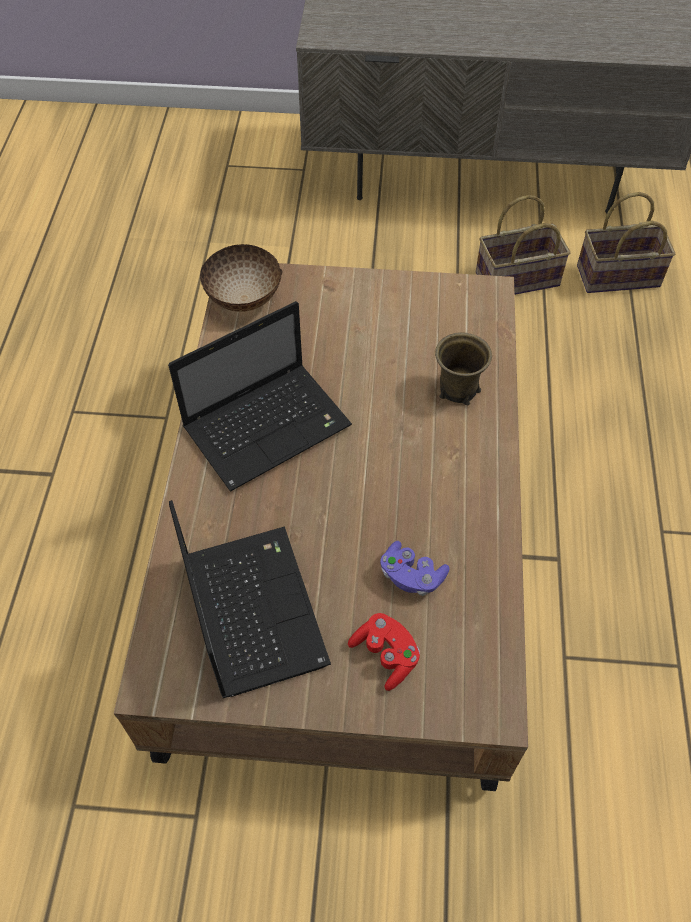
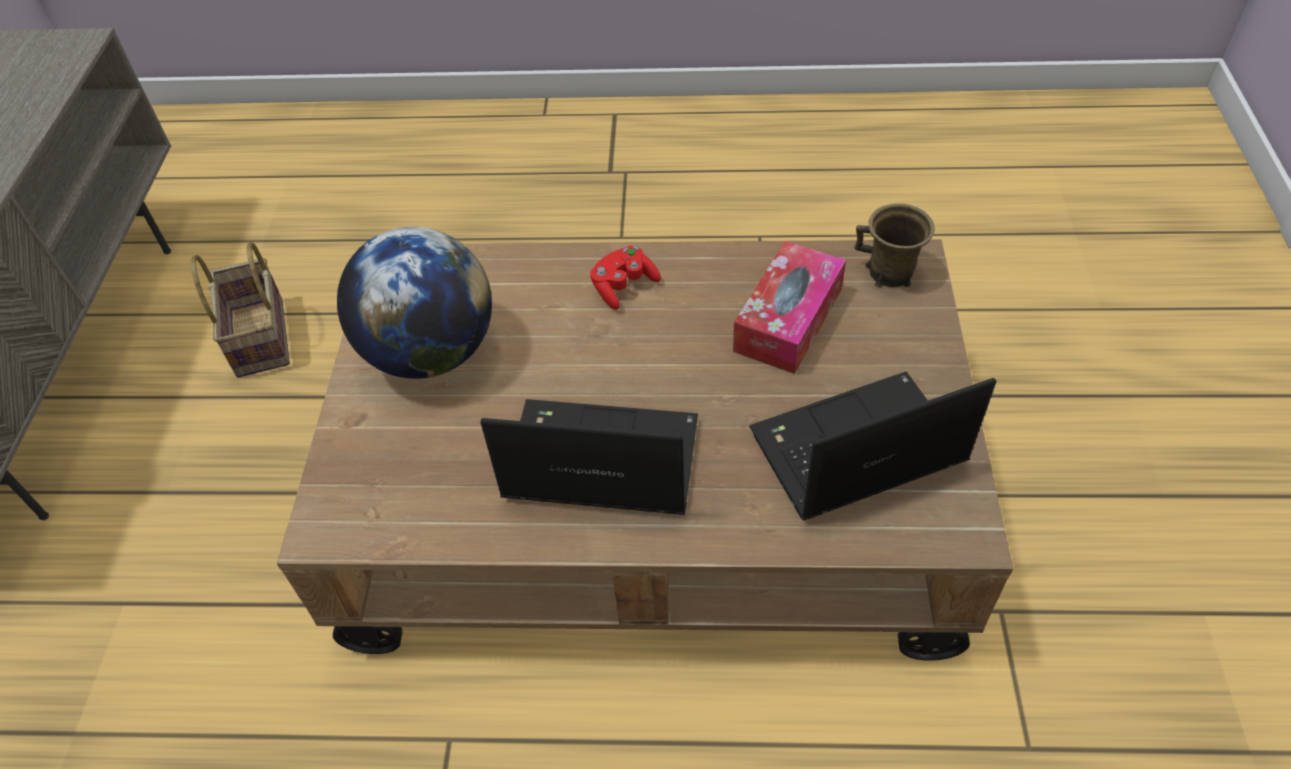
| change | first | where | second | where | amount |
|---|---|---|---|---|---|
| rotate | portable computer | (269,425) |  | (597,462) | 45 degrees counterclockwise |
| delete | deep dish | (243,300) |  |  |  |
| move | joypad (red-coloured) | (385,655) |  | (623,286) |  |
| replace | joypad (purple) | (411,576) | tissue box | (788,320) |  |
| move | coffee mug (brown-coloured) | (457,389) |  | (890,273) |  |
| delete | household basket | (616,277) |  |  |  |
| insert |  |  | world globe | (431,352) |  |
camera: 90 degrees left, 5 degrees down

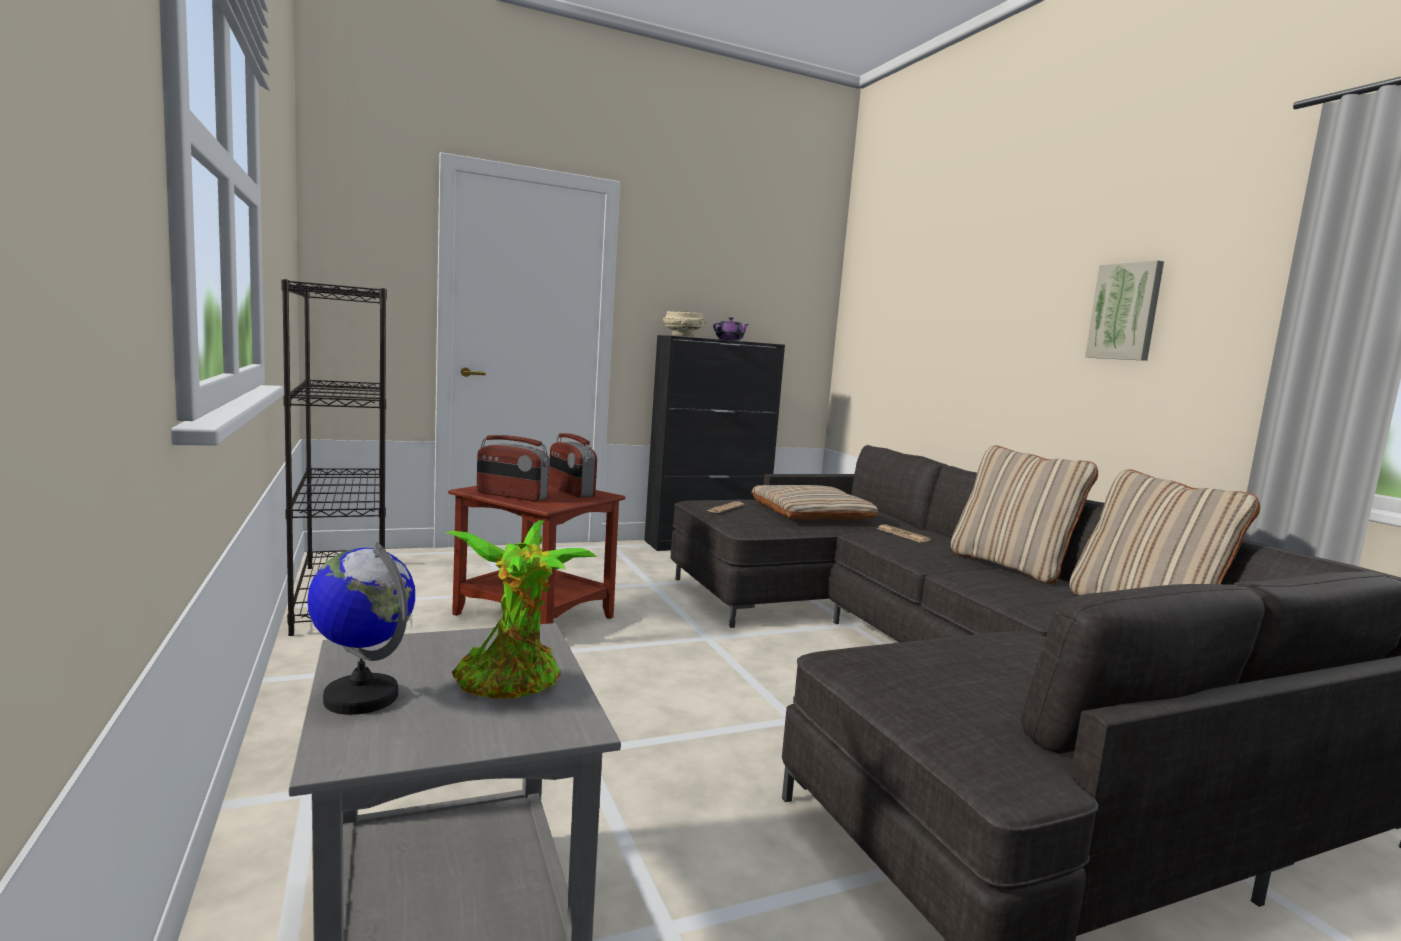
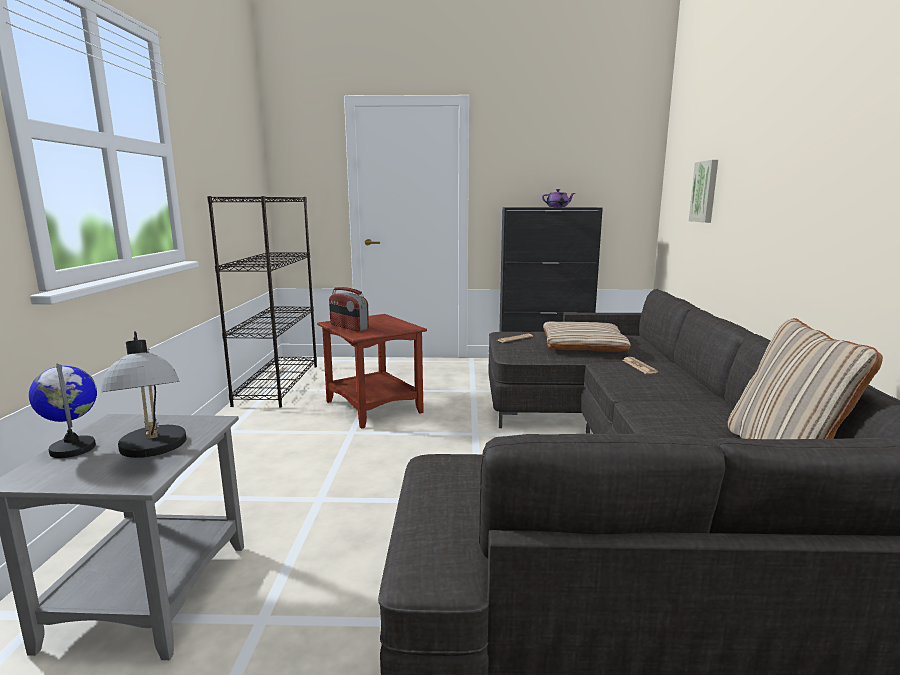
| change | first | where | second | where | amount |
|---|---|---|---|---|---|
| replace | plant in a pot | (512,683) | table lamp | (153,451) |  |
| delete | radio | (570,491) |  |  |  |
| delete | deep dish (beige) | (683,336) |  |  |  |
| delete | throw pillow (beige) | (1011,566) |  |  |  |
| move | wall picture | (1126,312) |  | (705,191) |  |
camera: 25 degrees right, 5 degrees up

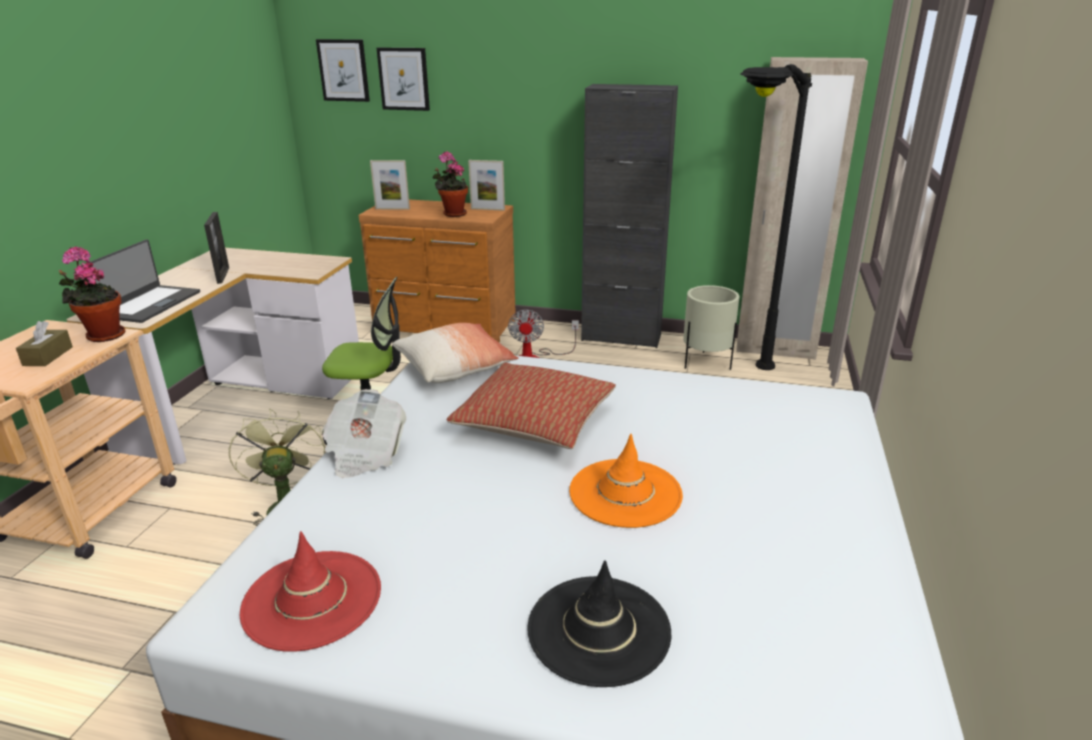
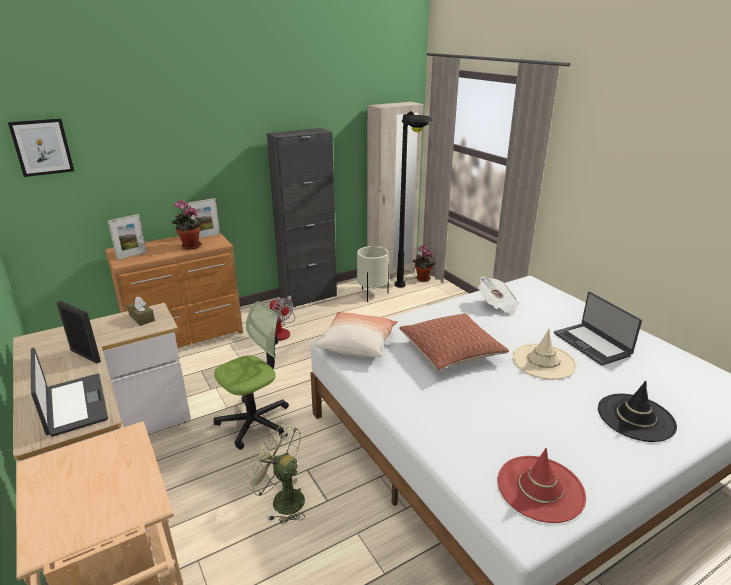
| change | first | where | second | where | amount |
|---|---|---|---|---|---|
| move | tissue box (brown-coloured) | (48,356) |  | (142,318) |  |
| move | plant in a pot | (103,335) |  | (422,279) |  |
| move | printed paper | (365,453) |  | (497,306) |  |
| delete | wall picture | (404,79) |  |  |  |
| recolor | hat (orangey) | (625,493) | hat (beige) | (543,361) |  |
| insert |  |  | portable computer | (592,344) |  |
camera: 45 degrees left, 0 degrees up

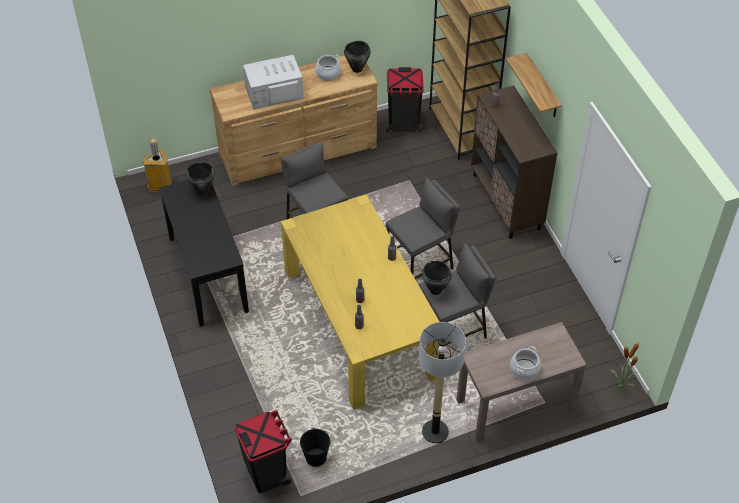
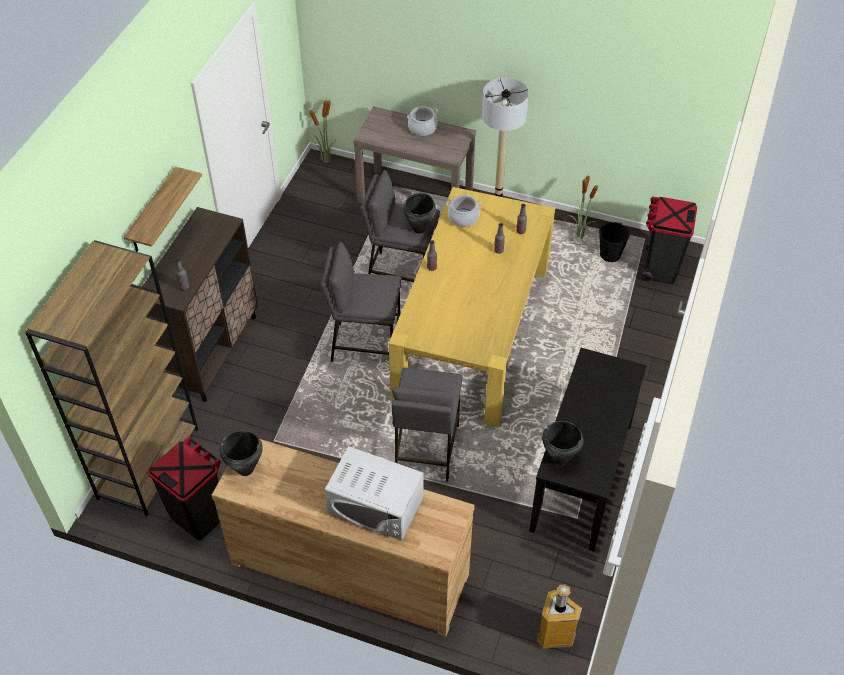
| change | first | where | second | where | amount |
|---|---|---|---|---|---|
| move | saucepot | (328,73) |  | (463,218) |  |
| insert |  |  | plant in a pot | (579,235) |  |
camera: 140 degrees left, 0 degrees up

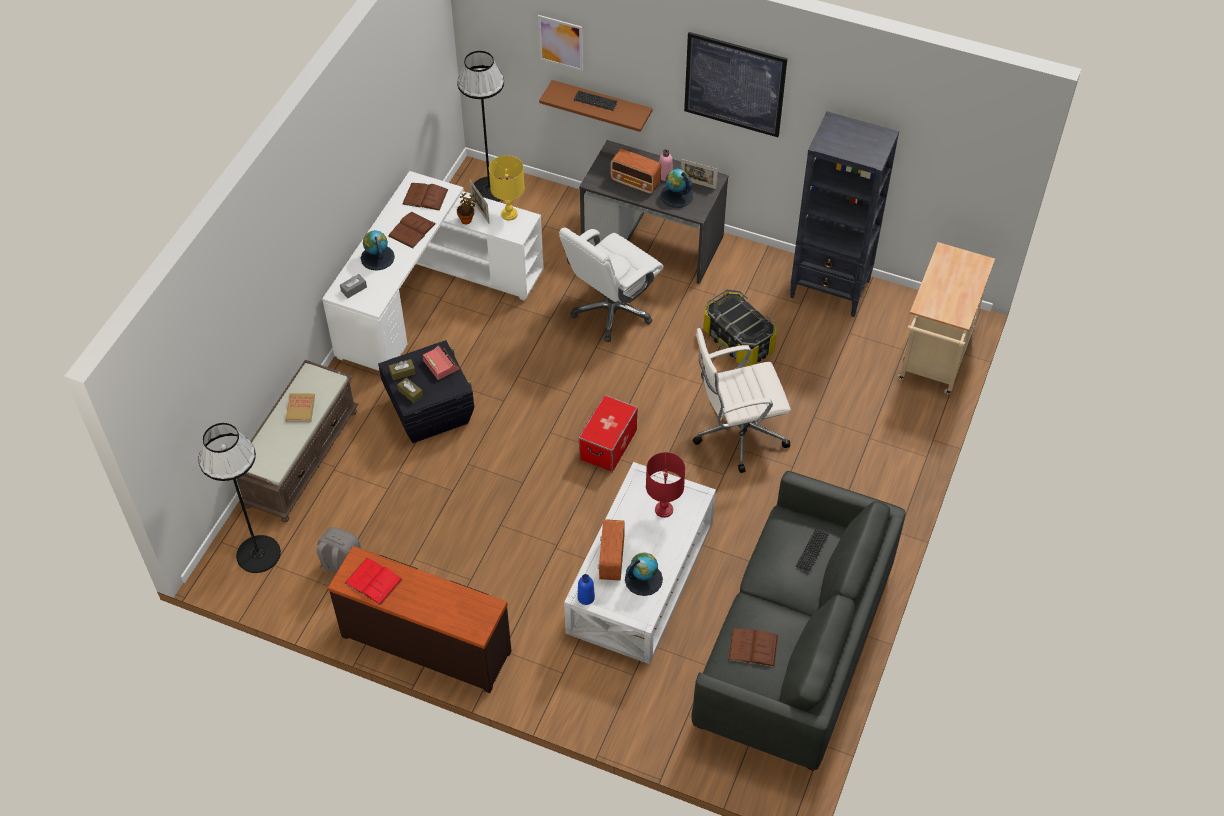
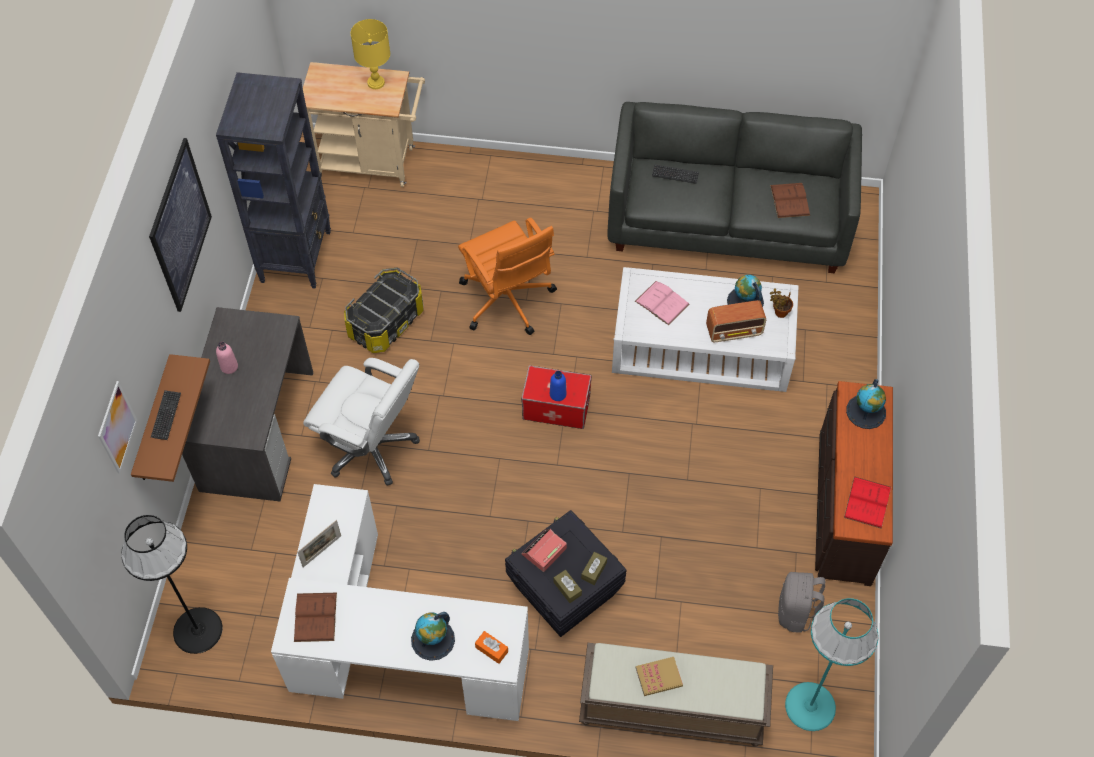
| change | first | where | second | where | amount |
|---|---|---|---|---|---|
| recolor | floor lamp (black) | (258,553) | floor lamp (turquoise-coloured) | (810,706) |  |
| recolor | tissue box (gray) | (354,289) | tissue box (orangey) | (491,649) |  |
| delete | volume (brown-coloured) | (412,230) |  |  |  |
| move | plant in a pot | (467,219) |  | (779,312) |  |
| move | table lamp (yellow) | (509,214) |  | (376,82) |  |
| move | beverage bottle (blue) | (586,597) |  | (558,394) |  |
| delete | radio | (636,182) |  |  |  |
| replace | table lamp (red-coloured) | (663,510) | volume (pink-coloured) | (662,303) |  |
| move | world globe | (676,195) |  | (866,412) |  |
| delete | photo frame | (698,184) |  |  |  |
| recolor | desk chair (white) | (737,433) | desk chair (orangey) | (507,302) |  |
camera: 105 degrees left, 5 degrees up

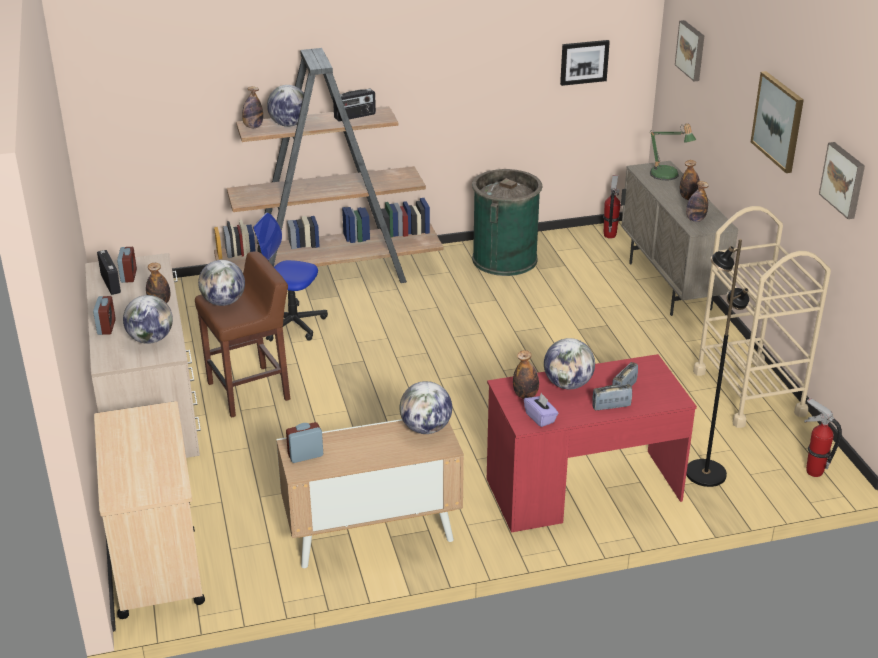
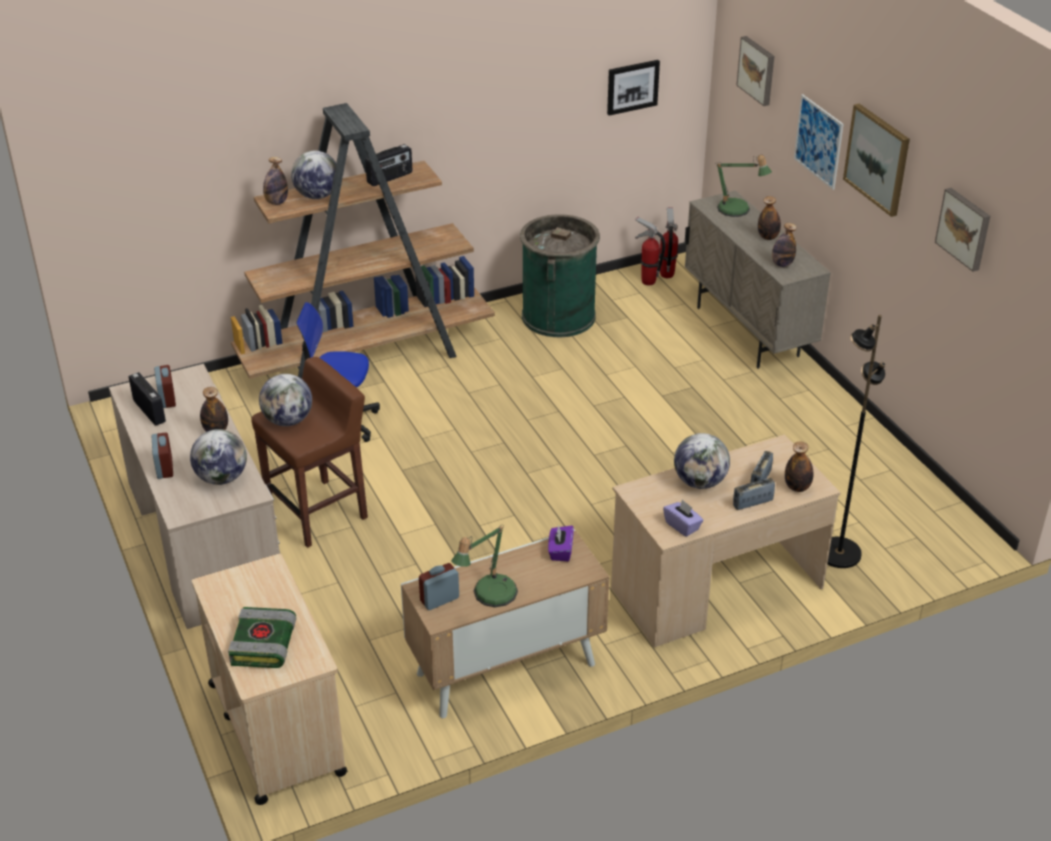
| change | first | where | second | where | amount |
|---|---|---|---|---|---|
| replace | world globe | (426,428) | tissue box (purple) | (560,551) |  |
| recolor | desk unit (red-coloured) | (582,490) | desk unit (beige) | (716,589) |  |
| move | beverage bottle | (525,395) |  | (797,487) |  |
| delete | trolley (beige) | (748,392) |  |  |  |
| move | extinguisher | (813,471) |  | (648,281) |  |
| insert |  |  | volume | (264,645) |  |
| insert |  |  | table lamp | (489,596) |  |
| insert |  |  | wall picture | (818,141) |  |
camera: 10 degrees left, 5 degrees up

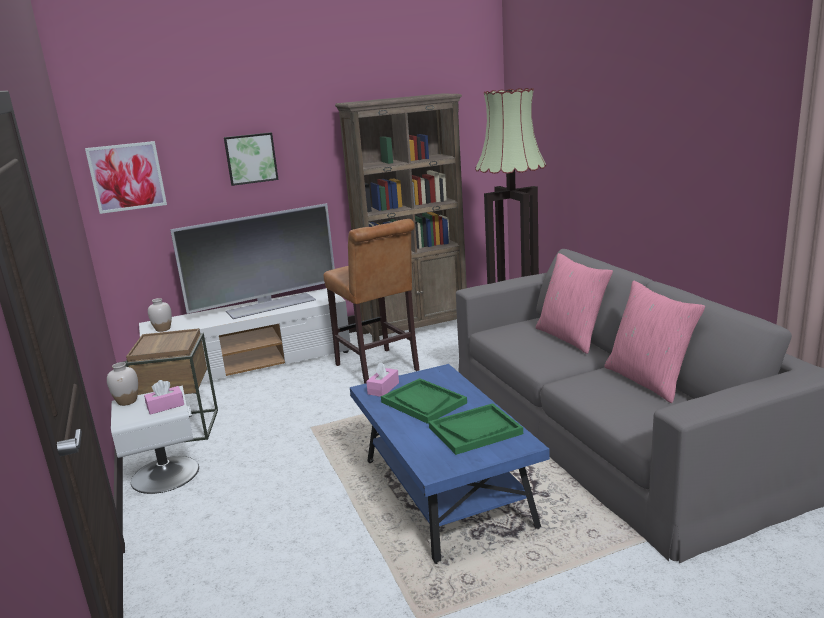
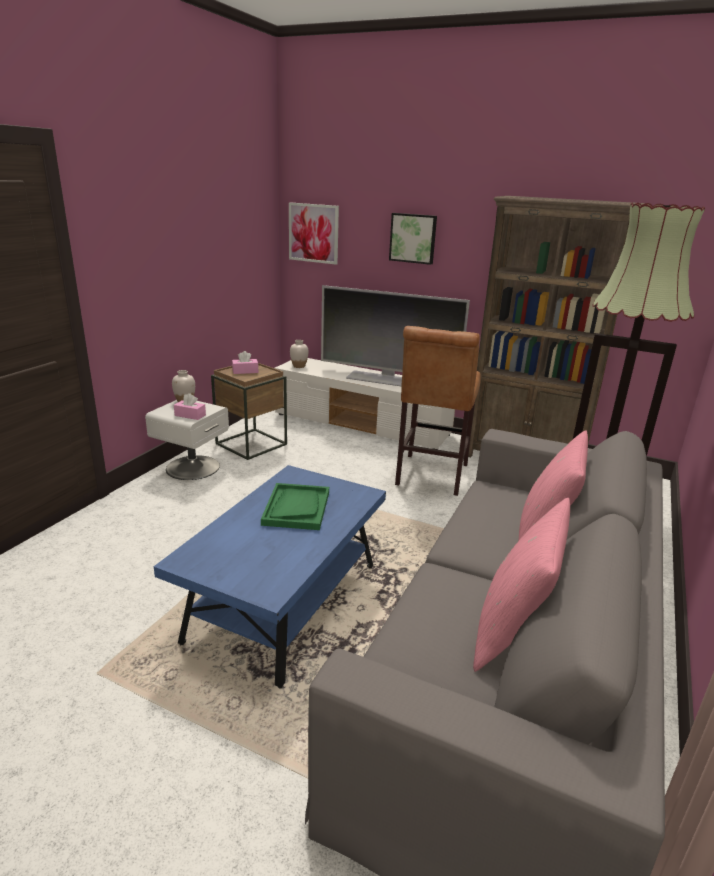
| change | first | where | second | where | amount |
|---|---|---|---|---|---|
| move | tissue box (pink-coloured) | (383,388) |  | (245,371) |  |
| delete | tray (greenish) | (475,430) |  |  |  |
camera: 45 degrees right, 5 degrees up

